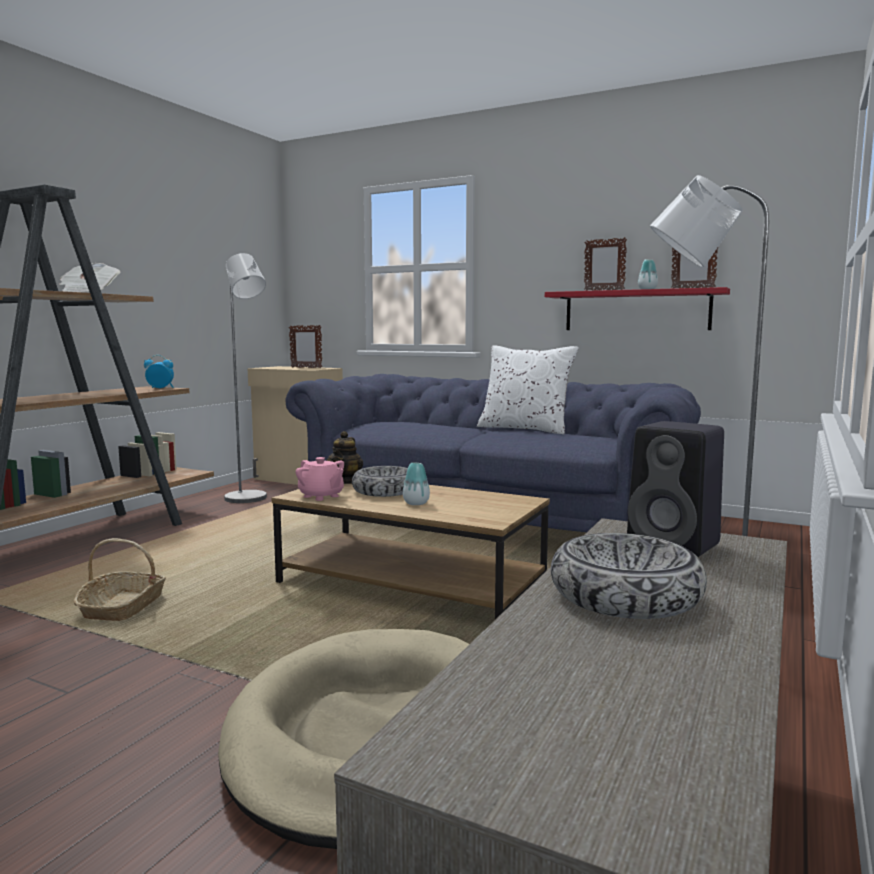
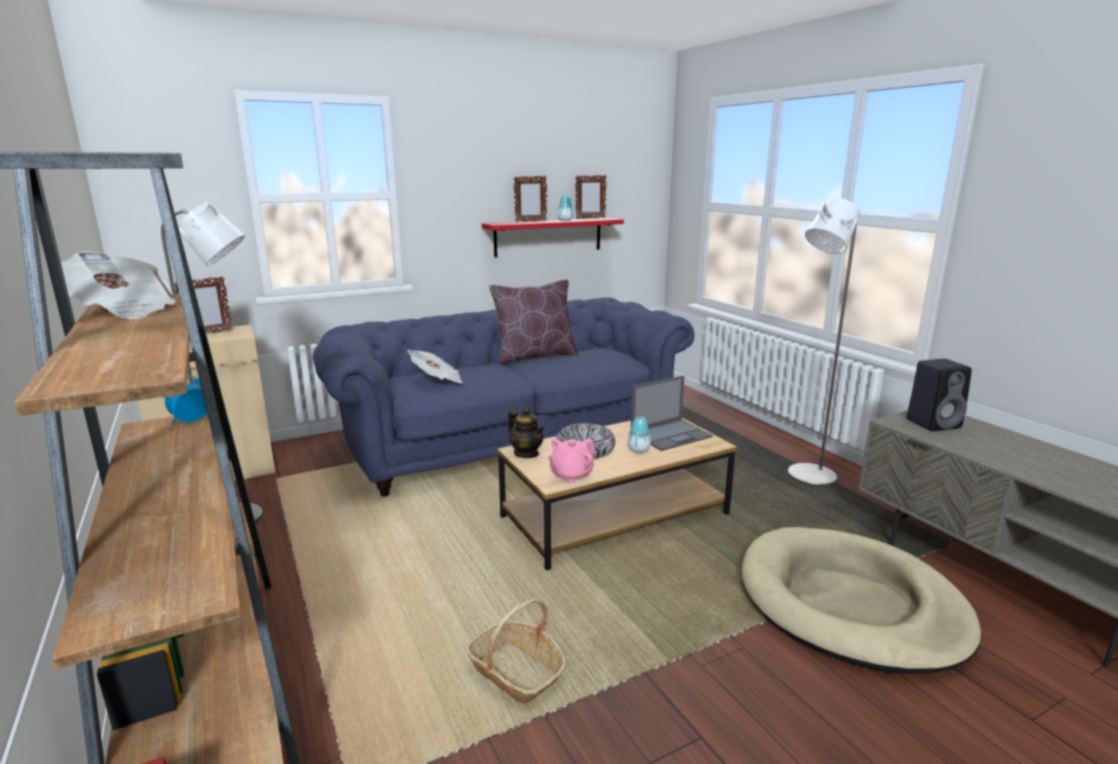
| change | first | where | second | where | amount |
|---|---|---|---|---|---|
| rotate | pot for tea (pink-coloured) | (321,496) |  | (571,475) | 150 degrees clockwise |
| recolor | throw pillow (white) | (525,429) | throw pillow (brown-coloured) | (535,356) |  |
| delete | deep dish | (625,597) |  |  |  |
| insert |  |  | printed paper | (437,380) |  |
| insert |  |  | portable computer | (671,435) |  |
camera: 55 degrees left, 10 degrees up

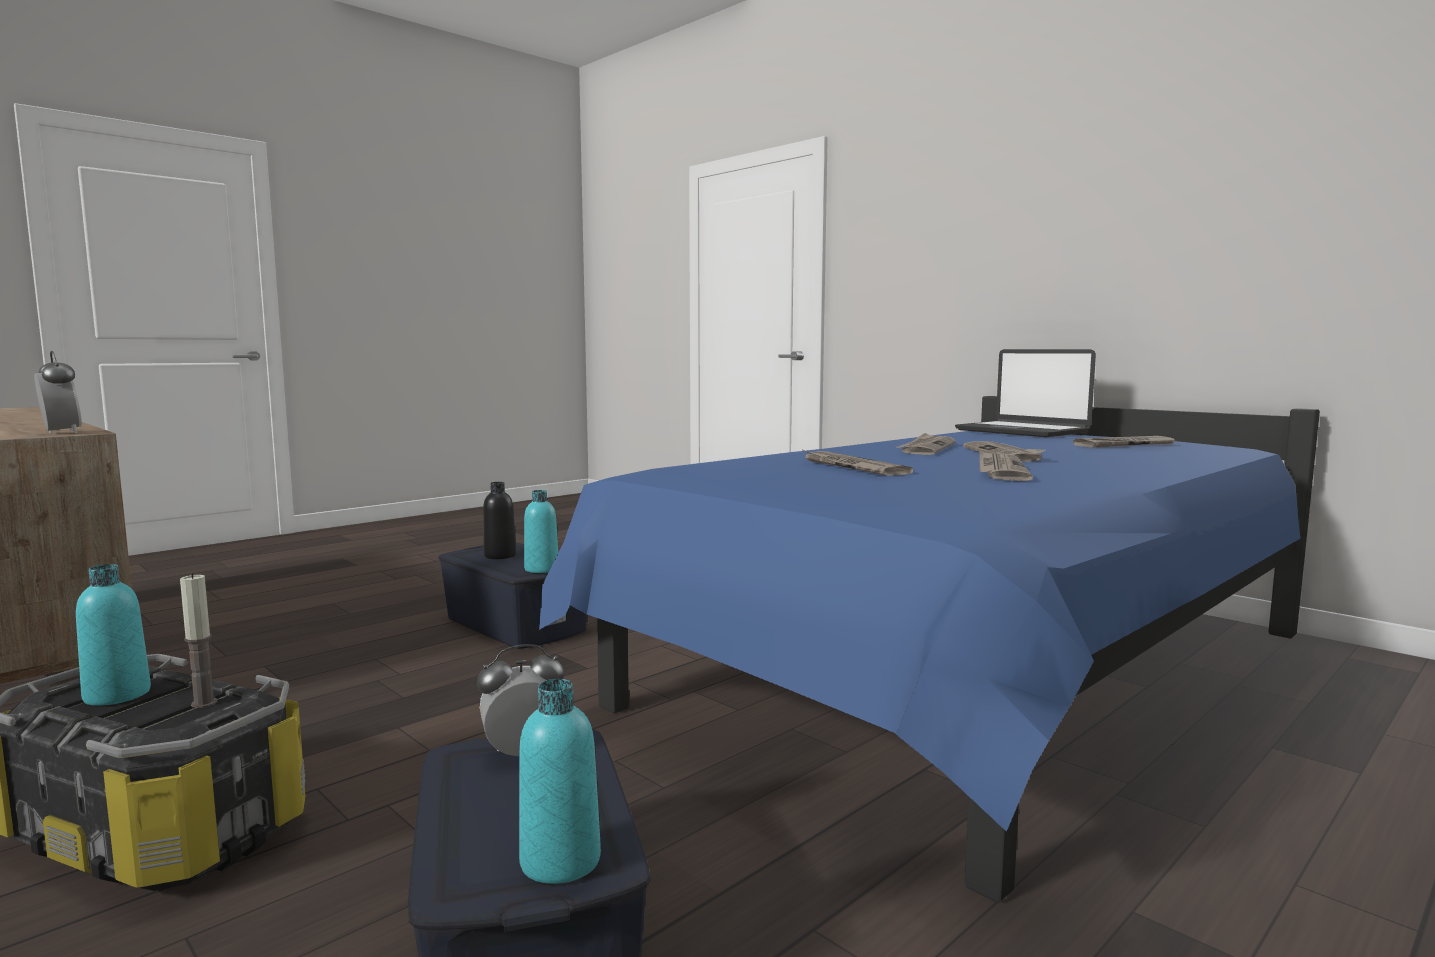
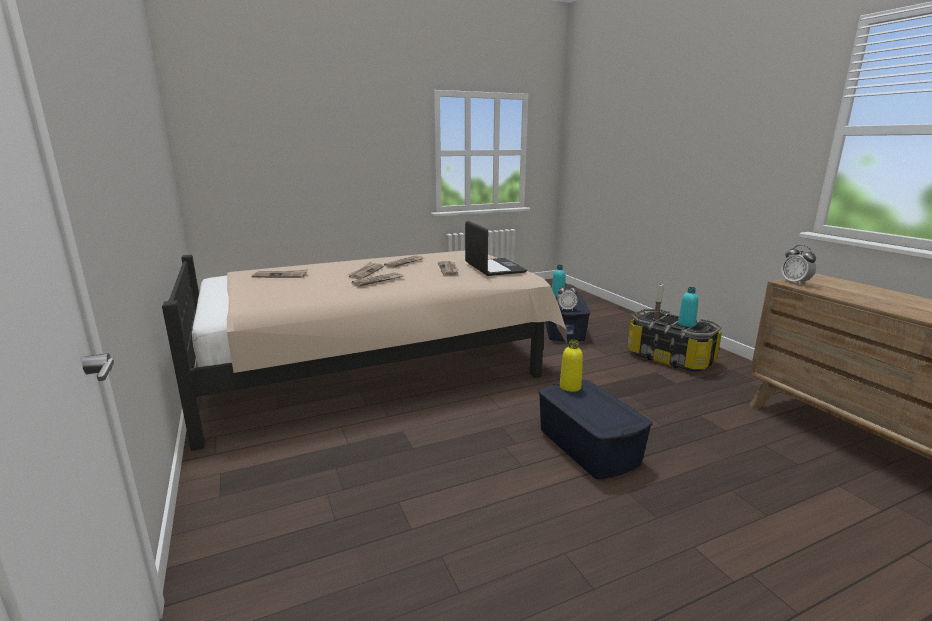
| change | first | where | second | where | amount |
|---|---|---|---|---|---|
| delete | beverage bottle (black) | (500,556) |  |  |  |
| recolor | beverage bottle (turquoise-coloured) | (541,569) | beverage bottle (yellow) | (570,387) |  |
| recolor | sleeping bed (blue) | (971,674) | sleeping bed (beige) | (379,367) |  |
| move | portable computer | (1022,431) |  | (494,268) |  |
camera: 160 degrees left, 10 degrees up

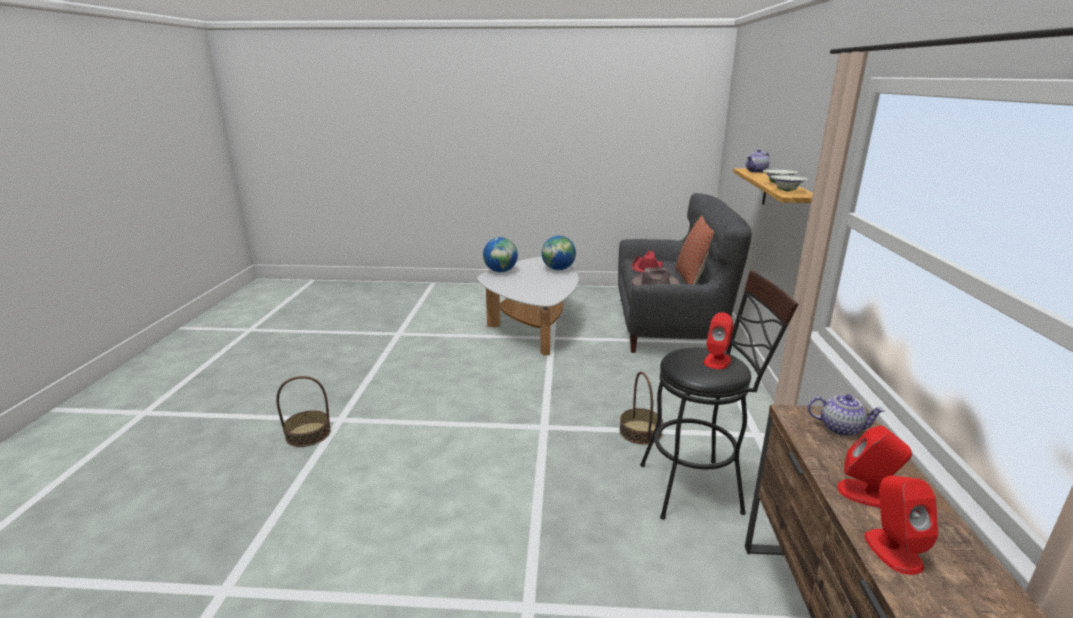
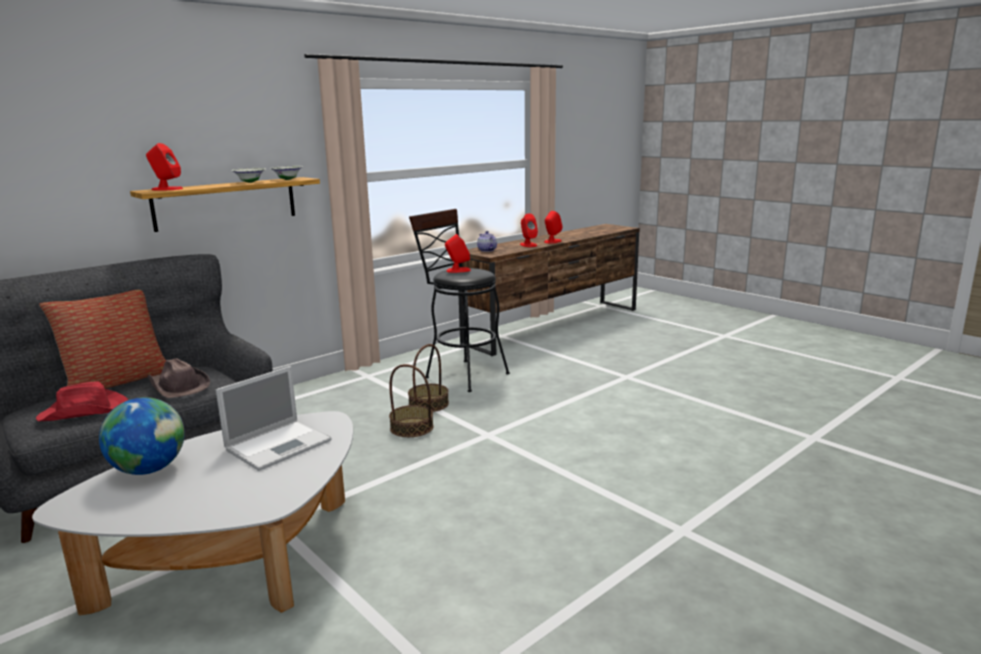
| change | first | where | second | where | amount |
|---|---|---|---|---|---|
| move | household basket | (308,434) |  | (412,427) |  |
| delete | world globe | (500,271) |  |  |  |
| replace | pot for tea | (756,171) | audio speaker (red-coloured) | (166,189) |  |
| insert |  |  | portable computer | (280,444) |  |
camera: 135 degrees left, 5 degrees down

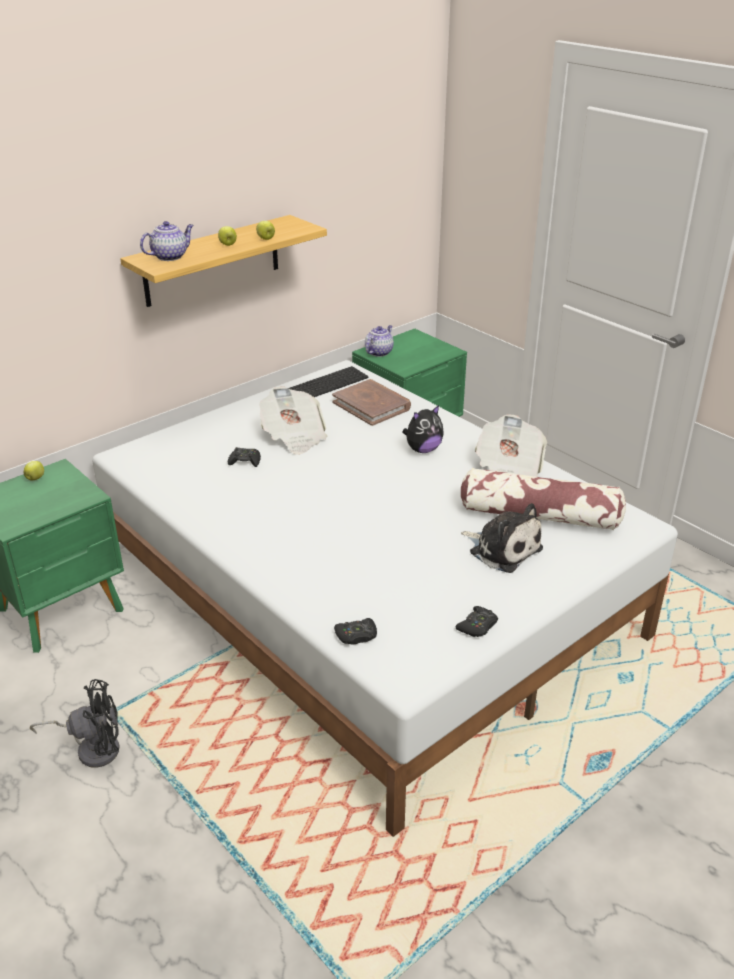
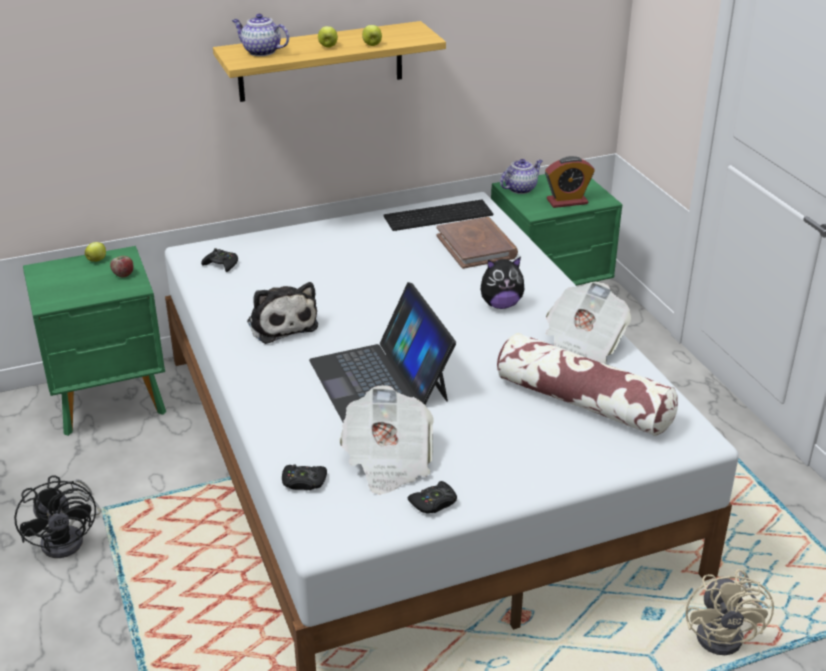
| change | first | where | second | where | amount |
|---|---|---|---|---|---|
| rotate | electric fan (black) | (92,748) |  | (69,538) | 60 degrees clockwise |
| rotate | pot for tea | (170,256) |  | (260,52) | 135 degrees counterclockwise |
| move | joypad (black) | (245,461) |  | (221,264) |  |
| move | printed paper | (294,436) |  | (388,461) |  |
| move | soft toy | (502,549) |  | (281,323) |  |
| insert |  |  | apple | (123,274) |  |
| insert |  |  | portable computer | (380,380) |  |
| insert |  |  | alarm clock | (567,201) |  |
| insert |  |  | electric fan (beige) | (726,634) |  |
camera: 20 degrees right, 0 degrees up

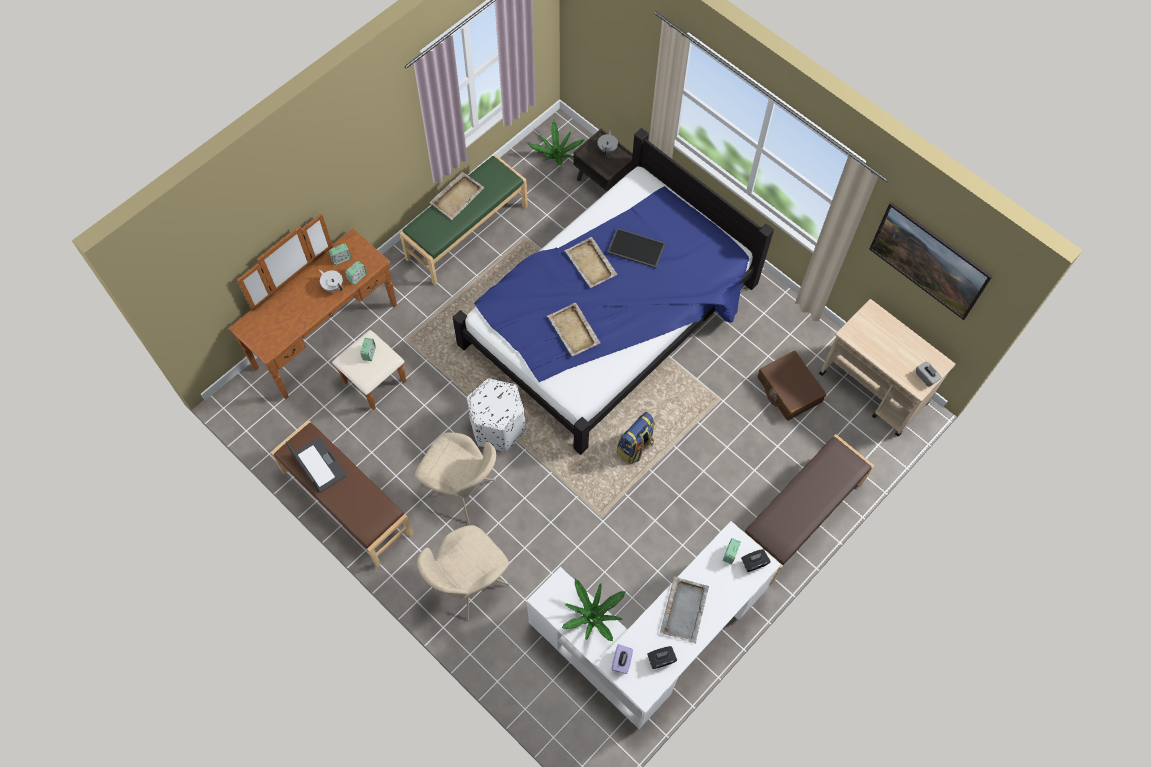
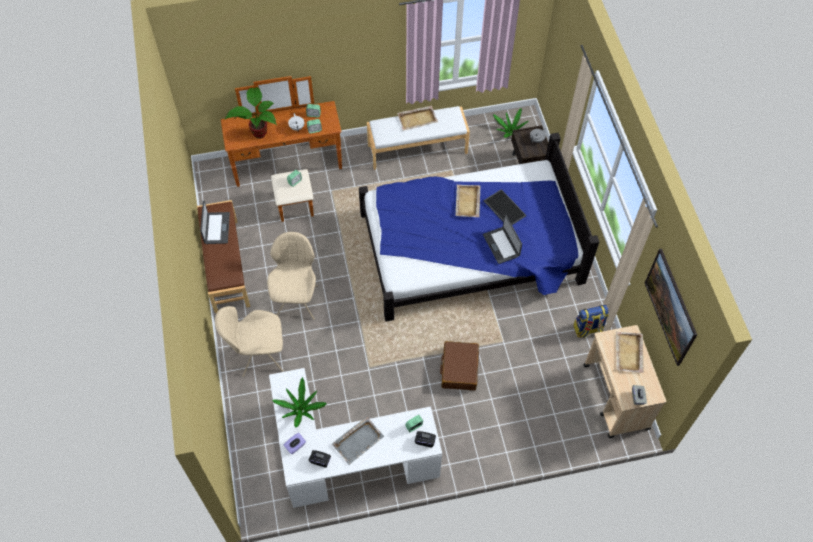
| change | first | where | second | where | amount |
|---|---|---|---|---|---|
| recolor | indoor bench (greenish) | (466,232) | indoor bench (white) | (417,148) |  |
| rotate | chair (beige) | (462,491) |  | (297,299) | 150 degrees counterclockwise |
| delete | footrest (white) | (498,427) |  |  |  |
| move | tray (beige) | (573,331) |  | (629,353) |  |
| move | backpack | (635,447) |  | (587,329) |  |
| delete | indoor bench (brown-coloured) | (799,518) |  |  |  |
| move | travel case (brown-coloured) | (789,390) |  | (459,369) |  |
| insert |  |  | plant in a pot | (259,132) |  |
| insert |  |  | portable computer | (501,245) |  |
camera: 35 degrees right, 5 degrees down

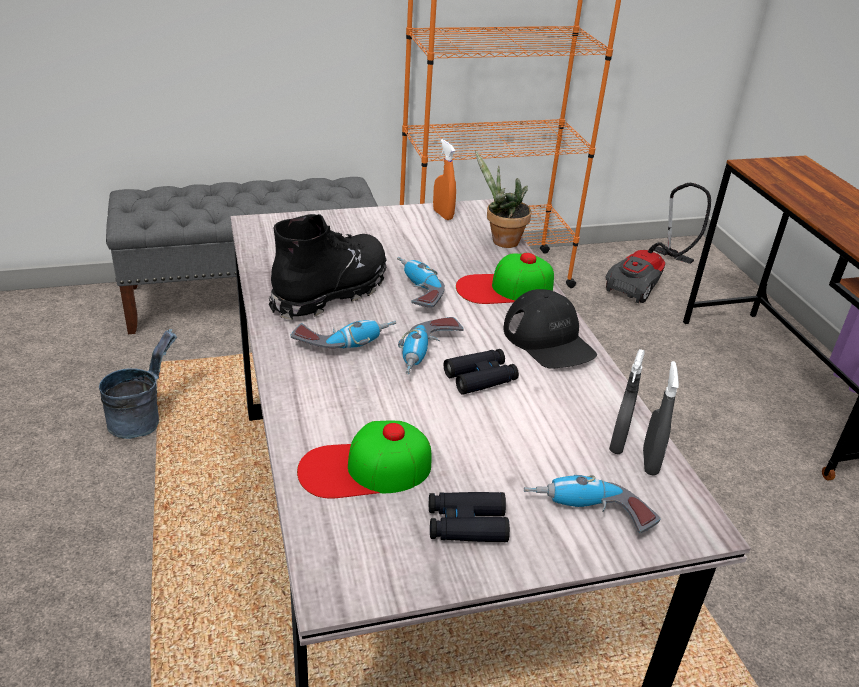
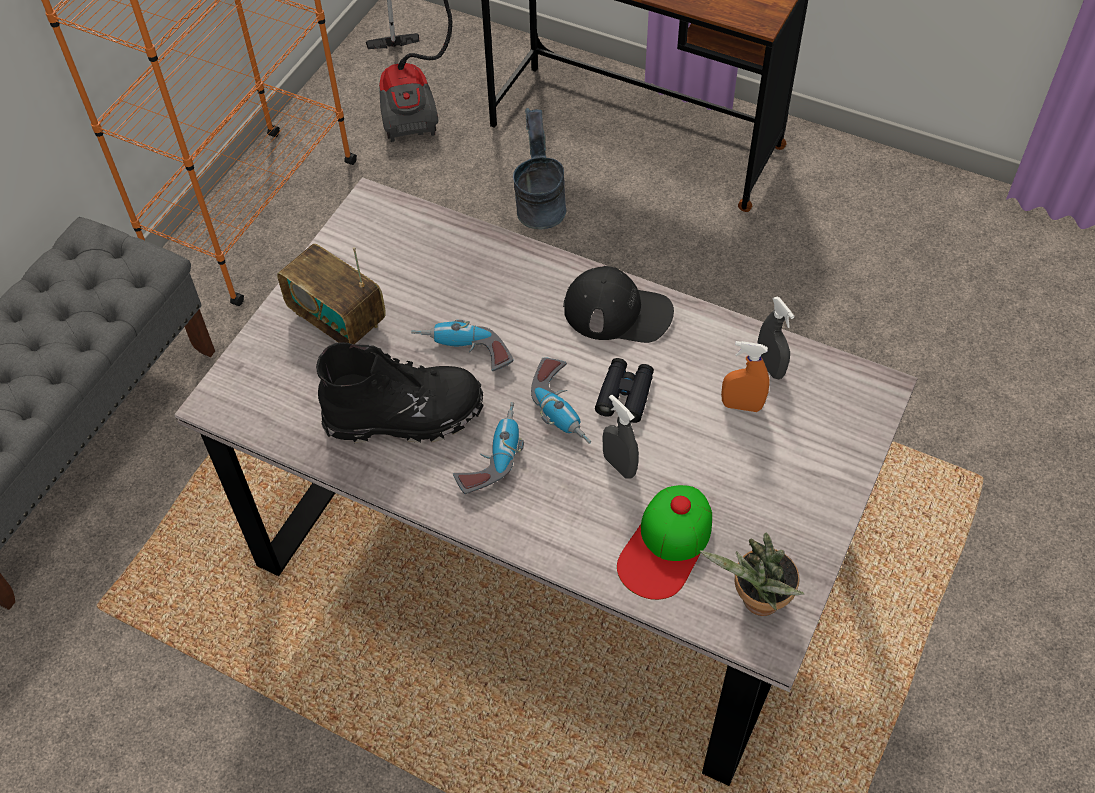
| change | first | where | second | where | amount |
|---|---|---|---|---|---|
| move | water bucket (gray) | (142,419) |  | (539,205) |  |
| rotate | high-top boot (black) | (332,292) |  | (405,416) | 90 degrees clockwise |
| delete | field glasses (black) | (466,524) |  |  |  |
| move | hand sprayer (orangey) | (443,214) |  | (741,405) |  |
| delete | baseball cap | (504,288) |  |  |  |
| move | plant in a pot | (501,241) |  | (756,602) |  |
| delete | drill | (588,515) |  |  |  |
| move | hand sprayer (gray) | (650,462) |  | (619,465) |  |
| insert |  |  | radio | (337,319) |  |
camera: 45 degrees left, 20 degrees up

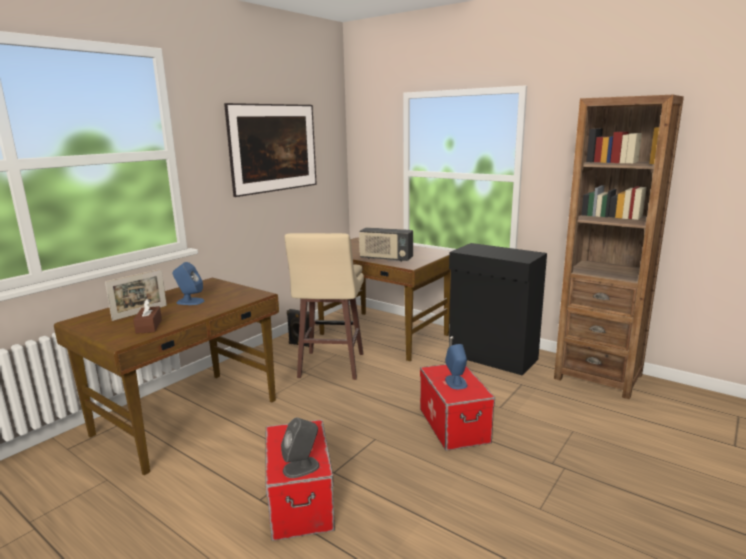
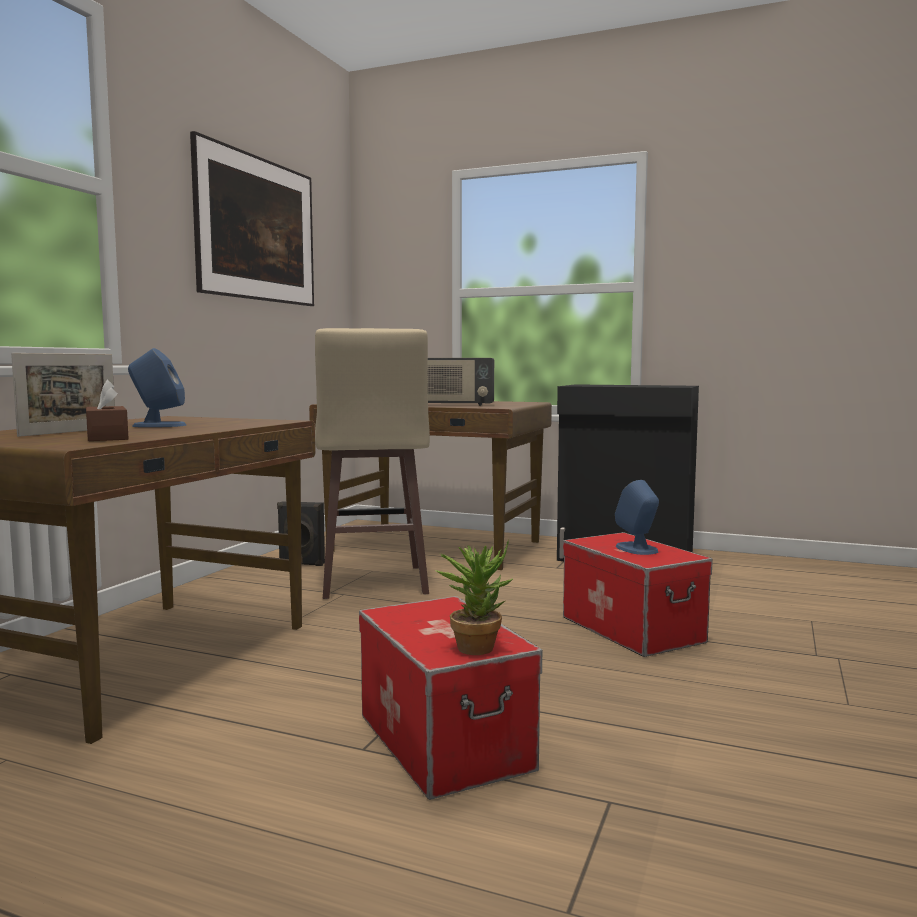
| change | first | where | second | where | amount |
|---|---|---|---|---|---|
| replace | audio speaker (gray) | (301,467) | plant in a pot | (475,645) |  |
| delete | shelving unit (brown-coloured) | (598,376) |  |  |  |
camera: 15 degrees left, 10 degrees down

